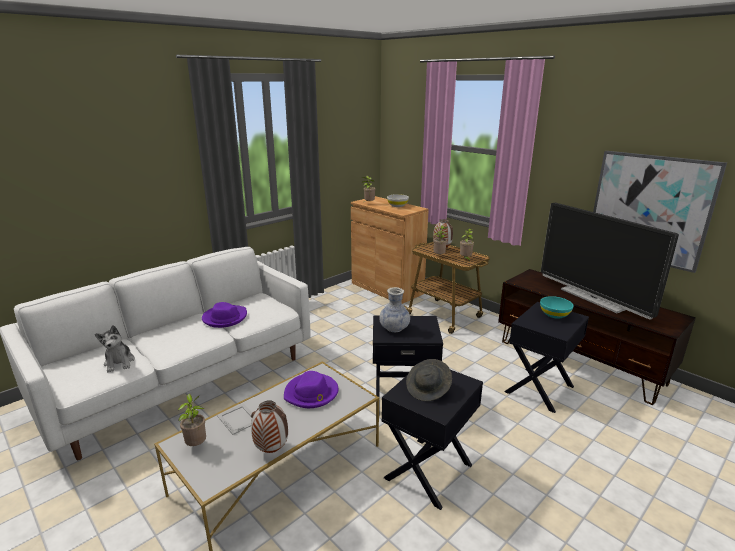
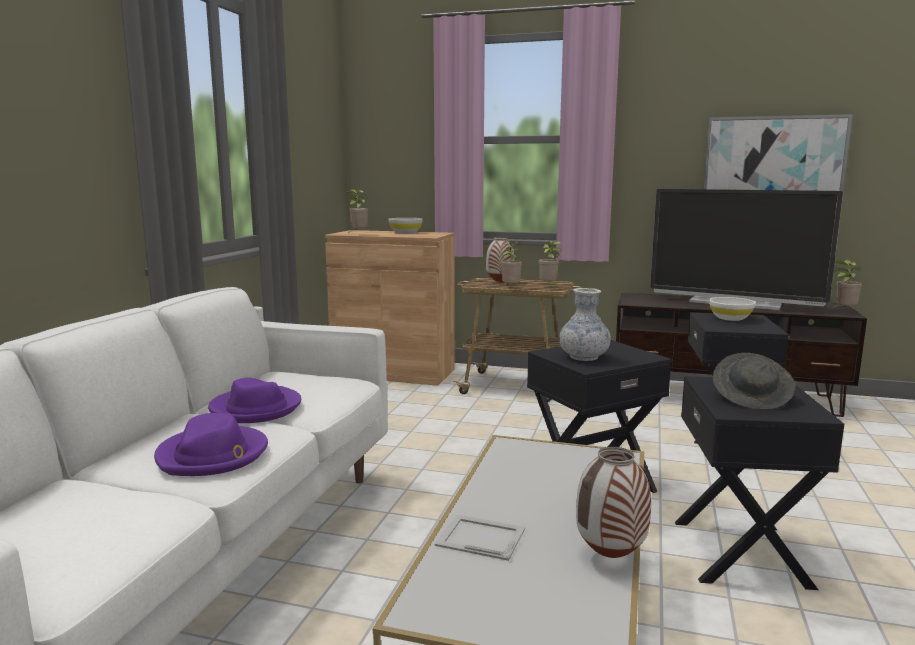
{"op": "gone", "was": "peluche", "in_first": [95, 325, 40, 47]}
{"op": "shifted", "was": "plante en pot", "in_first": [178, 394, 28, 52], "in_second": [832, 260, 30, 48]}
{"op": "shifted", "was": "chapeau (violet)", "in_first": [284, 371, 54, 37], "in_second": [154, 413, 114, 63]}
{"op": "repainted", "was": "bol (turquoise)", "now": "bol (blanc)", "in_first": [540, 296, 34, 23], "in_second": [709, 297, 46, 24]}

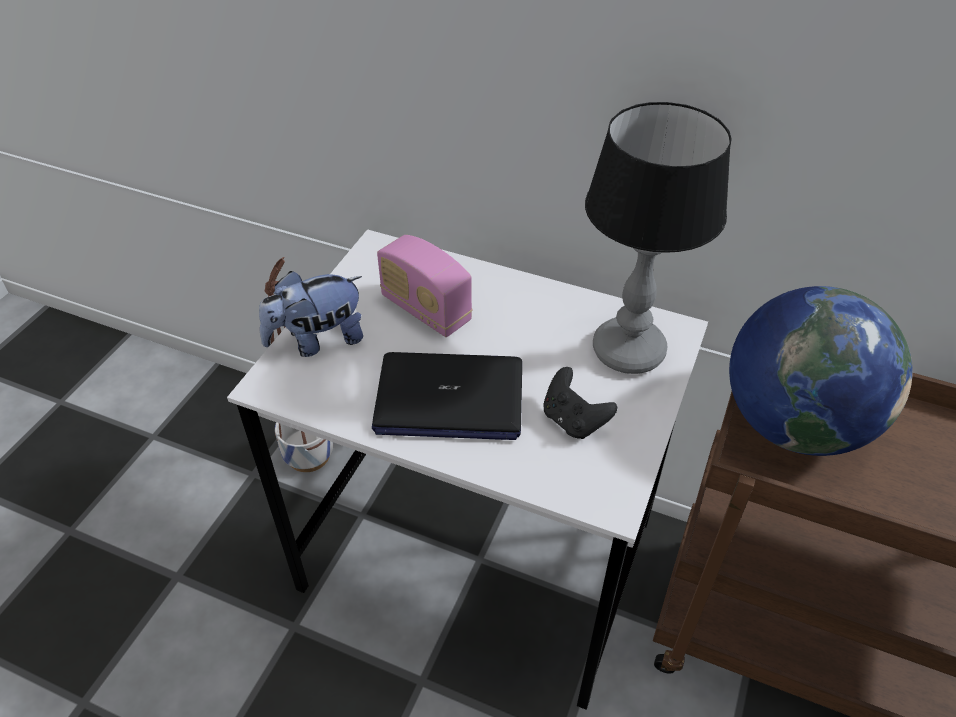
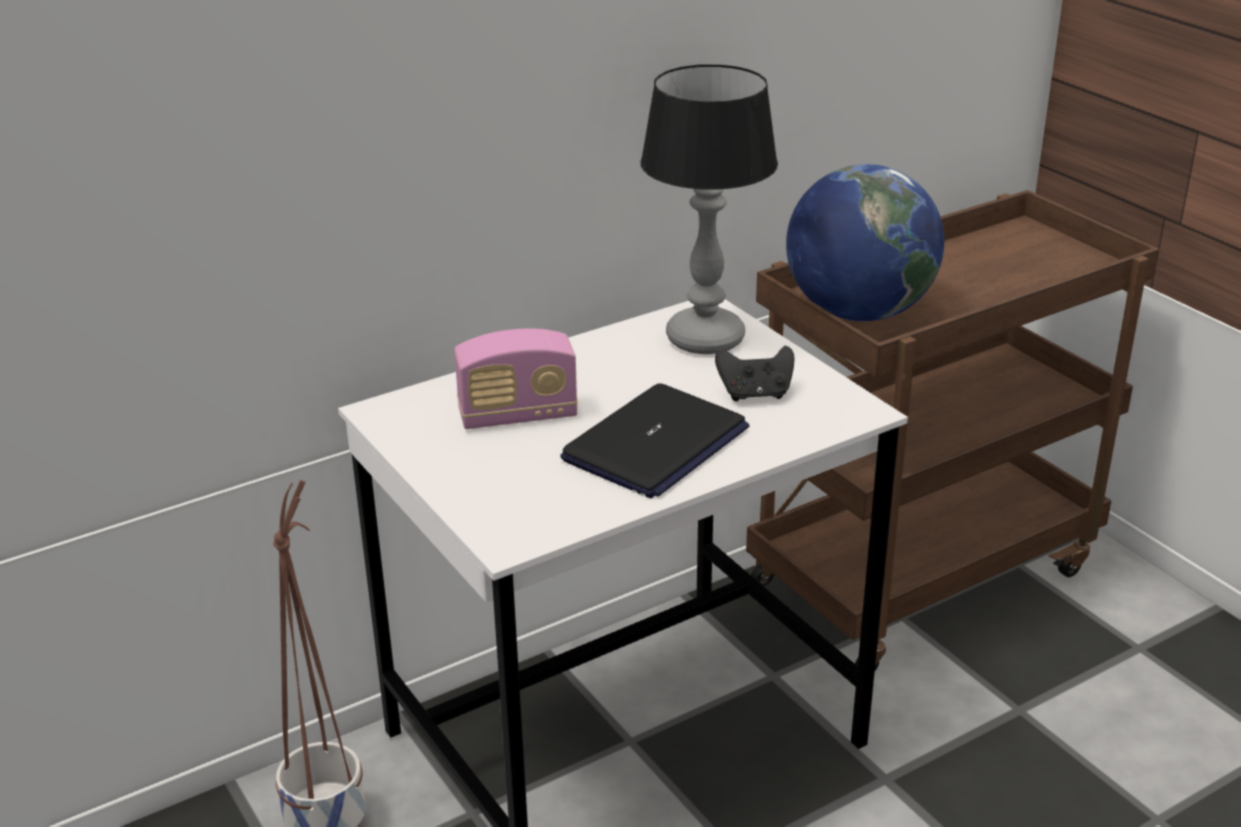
{"op": "gone", "was": "peluche", "in_first": [259, 271, 104, 86]}

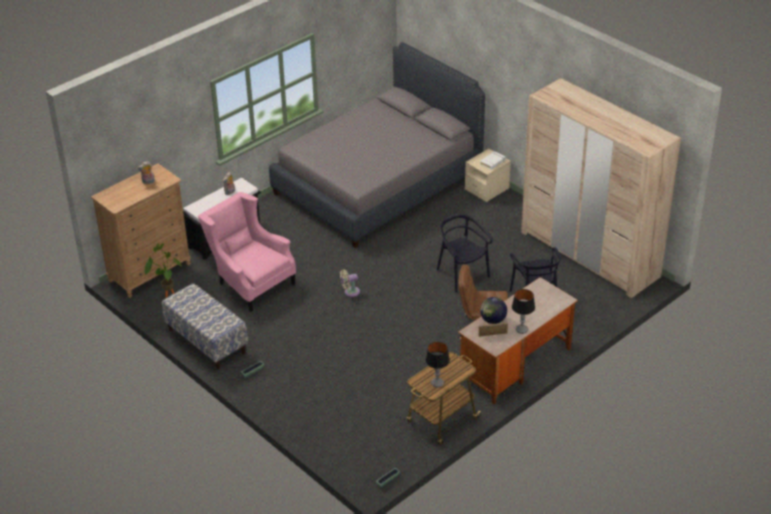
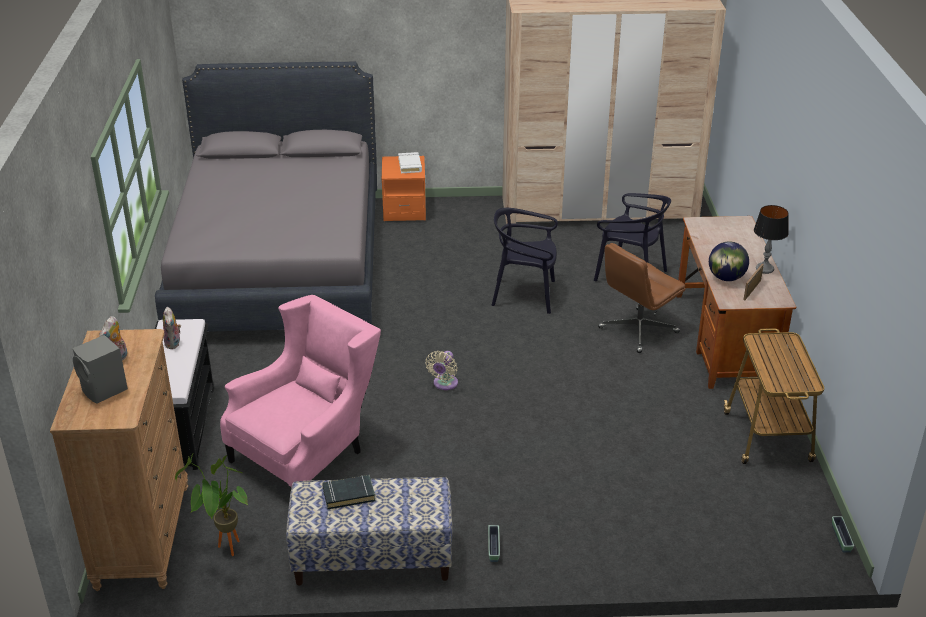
{"op": "gone", "was": "lampe de table", "in_first": [425, 342, 25, 45]}
{"op": "new", "now": "enceinte (gris)", "in_second": [73, 335, 55, 69]}
{"op": "new", "now": "livre (noir)", "in_second": [322, 475, 54, 34]}
{"op": "repainted", "was": "table de chevet (beige)", "now": "table de chevet (orange)", "in_first": [465, 149, 46, 53], "in_second": [382, 156, 44, 65]}
{"op": "rotated", "was": "fauteuil (rose)", "in_first": [198, 192, 98, 120], "in_second": [220, 295, 161, 192], "clockwise": 135}

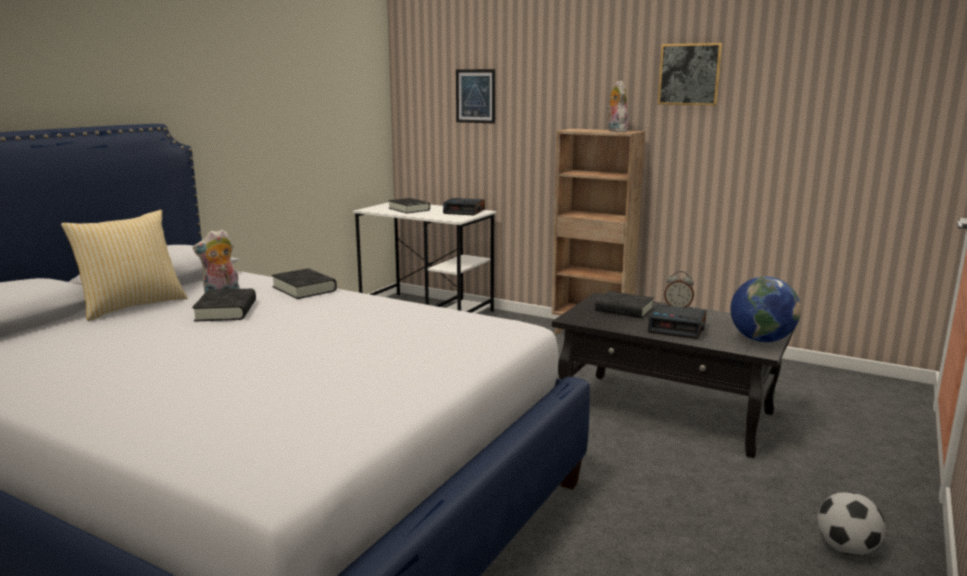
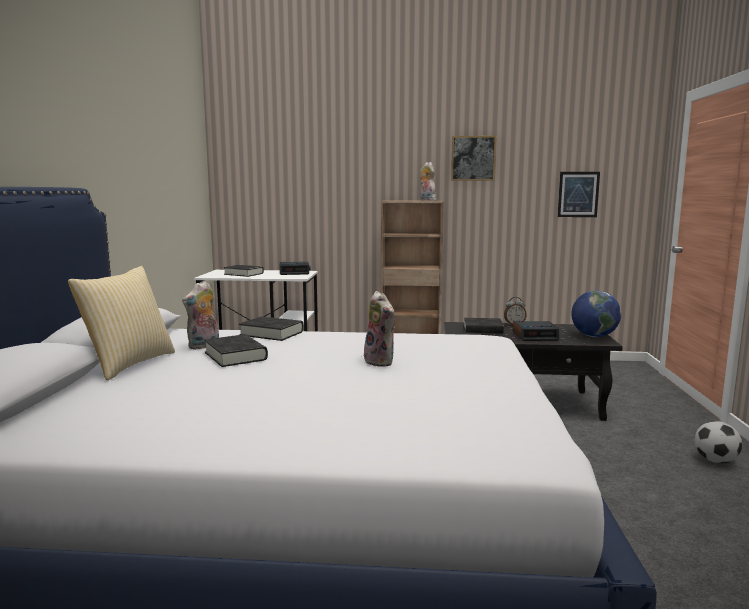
{"op": "new", "now": "peluche", "in_second": [364, 291, 31, 76]}
{"op": "shifted", "was": "tableau", "in_first": [456, 69, 39, 55], "in_second": [558, 172, 42, 45]}

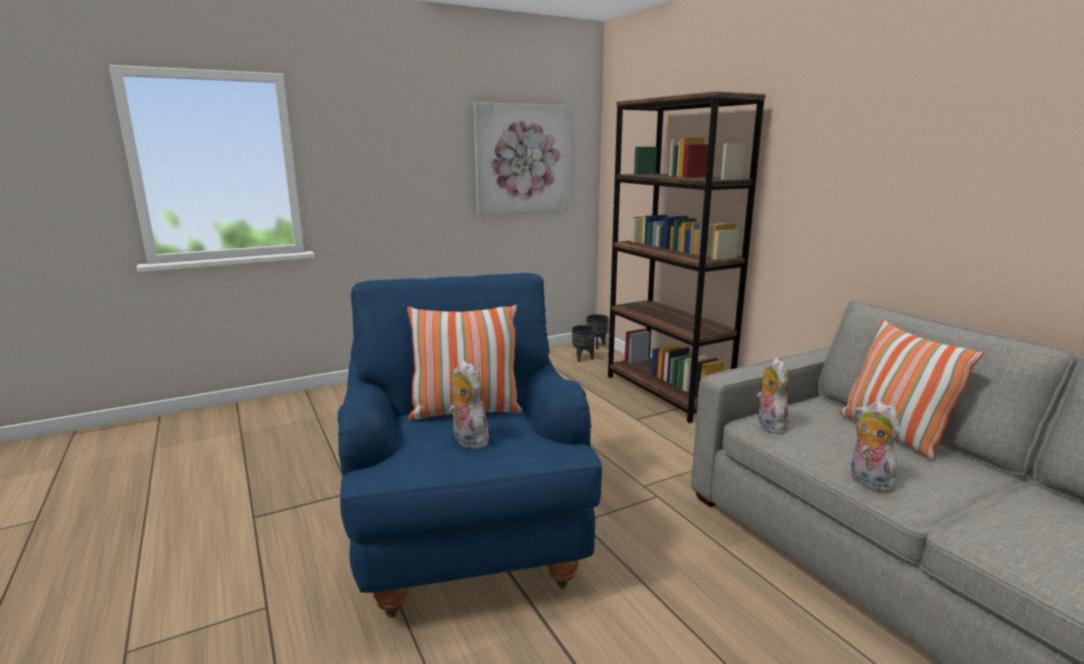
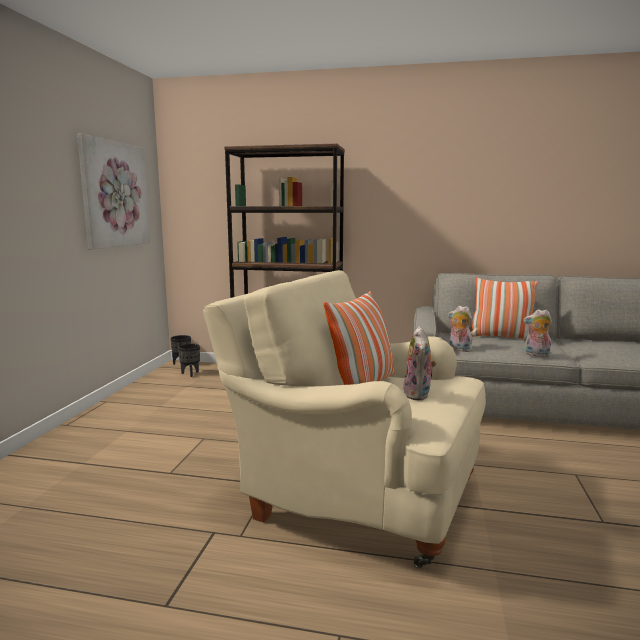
{"op": "repainted", "was": "fauteuil (bleu)", "now": "fauteuil (beige)", "in_first": [337, 273, 265, 345], "in_second": [203, 270, 283, 298]}
{"op": "rotated", "was": "peluche", "in_first": [449, 360, 40, 89], "in_second": [404, 326, 32, 75], "clockwise": -90}

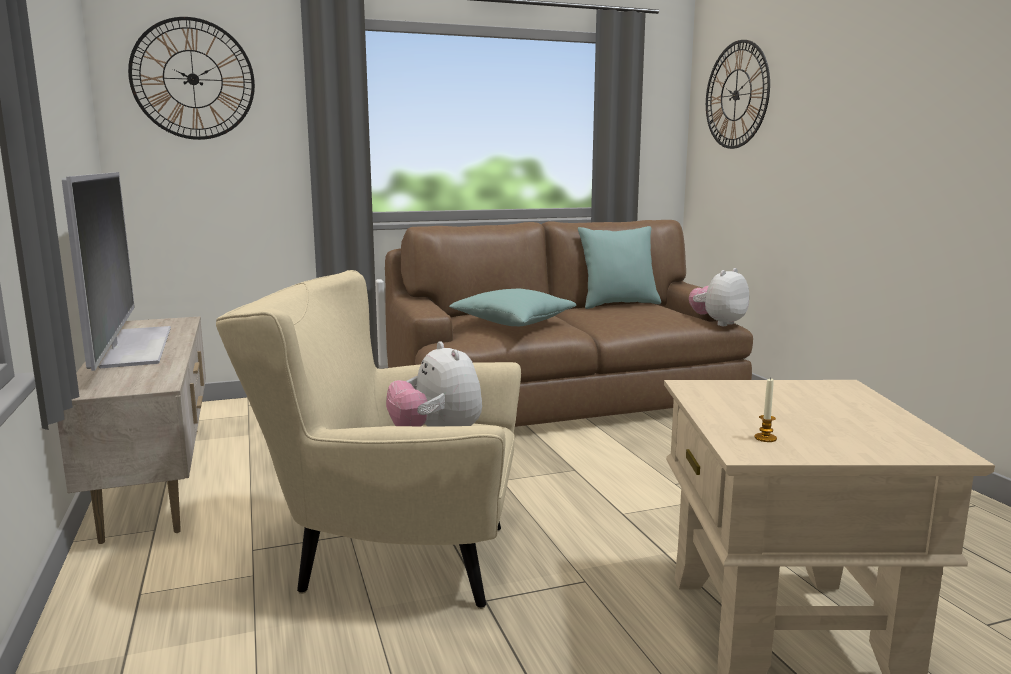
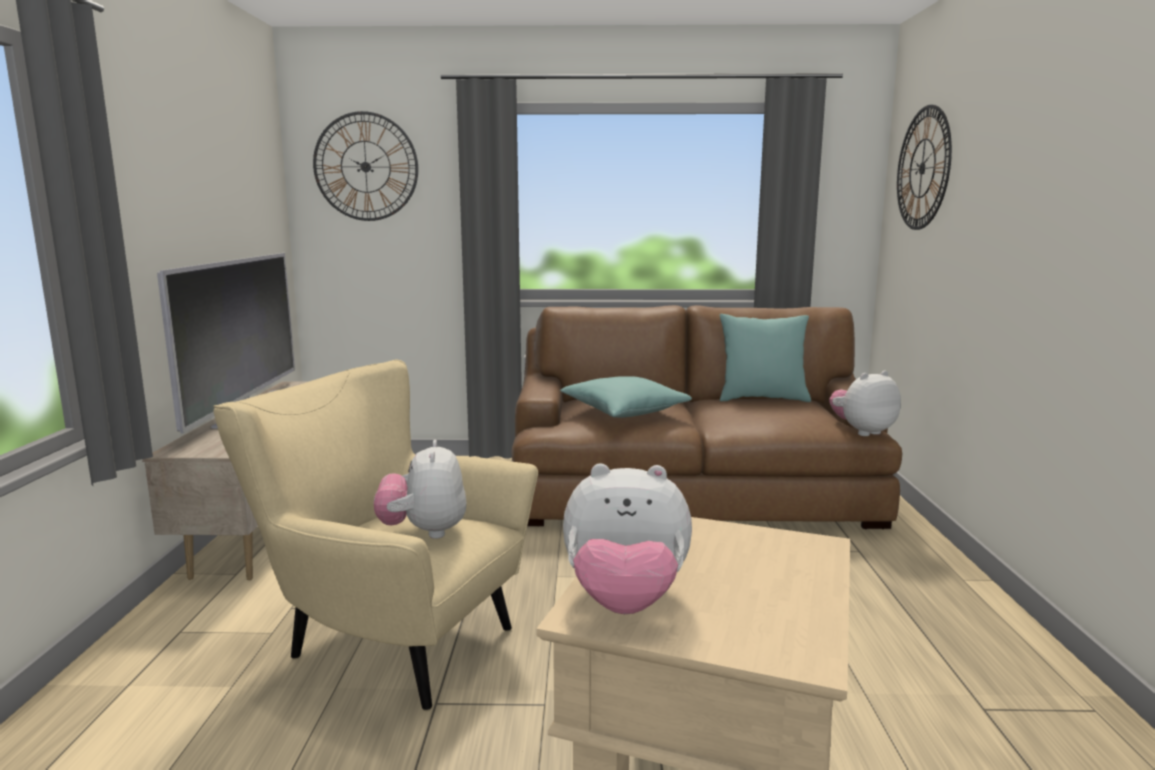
{"op": "swapped", "was": "bougie", "now": "peluche", "in_first": [754, 377, 23, 65], "in_second": [563, 463, 129, 151]}

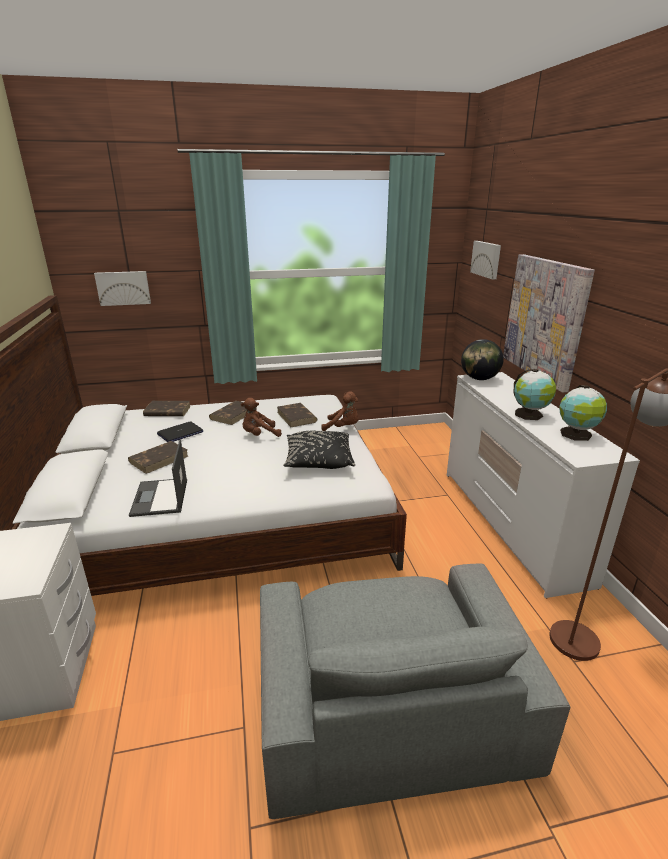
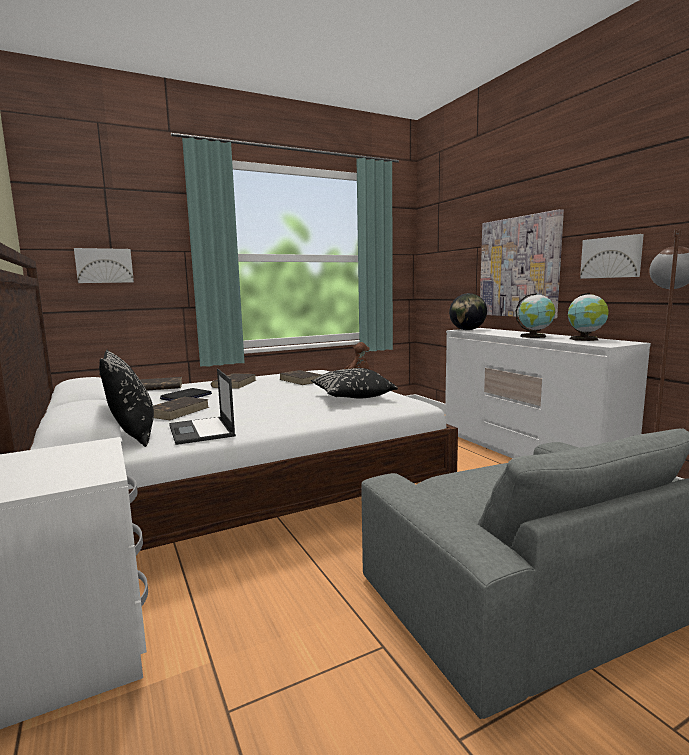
{"op": "gone", "was": "peluche (marron)", "in_first": [241, 398, 41, 39]}
{"op": "new", "now": "coussin (noir)", "in_second": [99, 350, 55, 97]}
{"op": "shifted", "was": "tableau", "in_first": [470, 241, 31, 38], "in_second": [580, 234, 64, 45]}

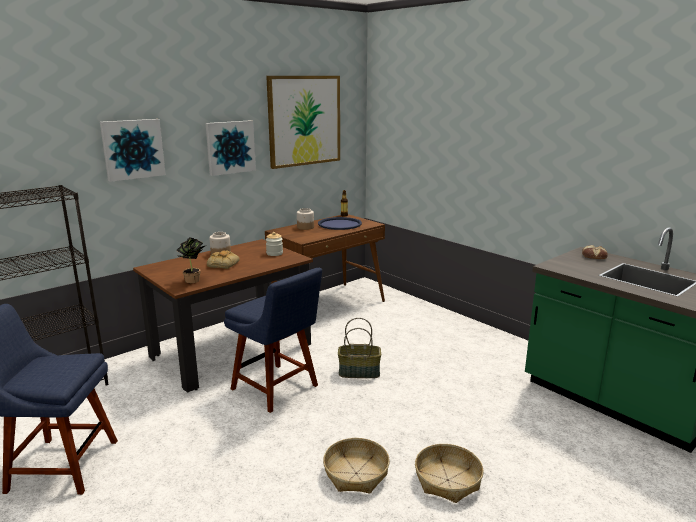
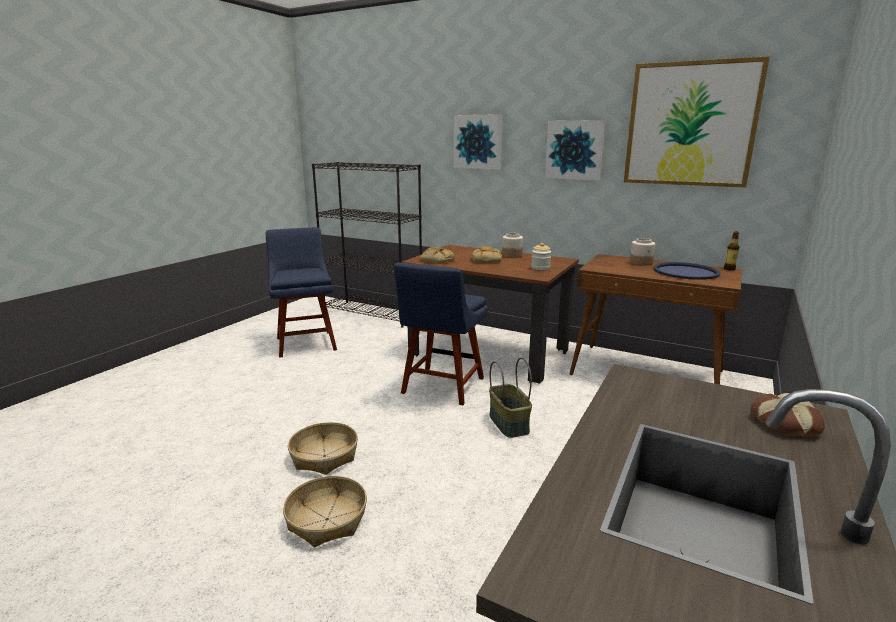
{"op": "swapped", "was": "plante en pot", "now": "pain", "in_first": [175, 237, 30, 46], "in_second": [420, 247, 35, 17]}

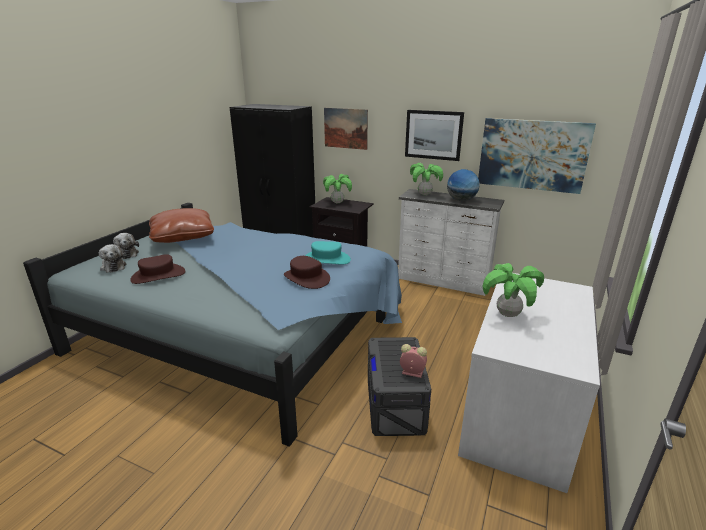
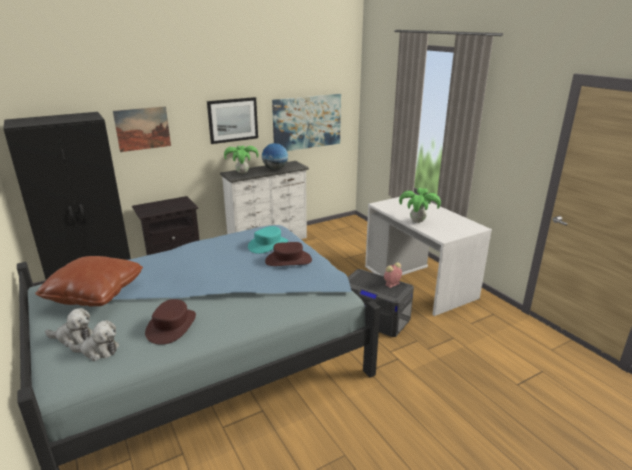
{"op": "gone", "was": "plante en pot", "in_first": [323, 174, 29, 29]}

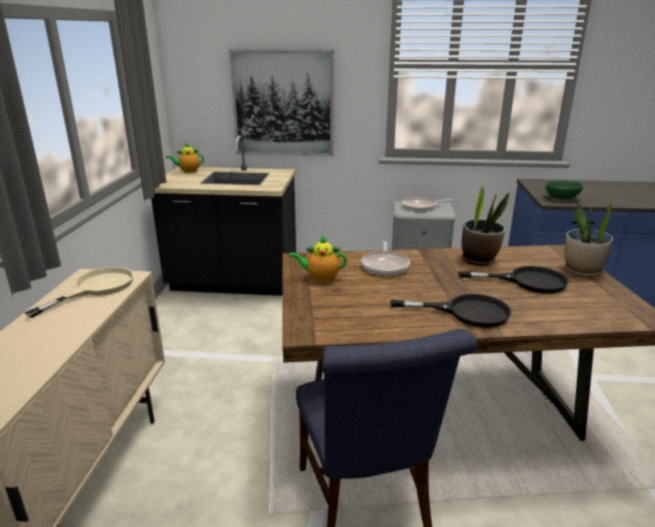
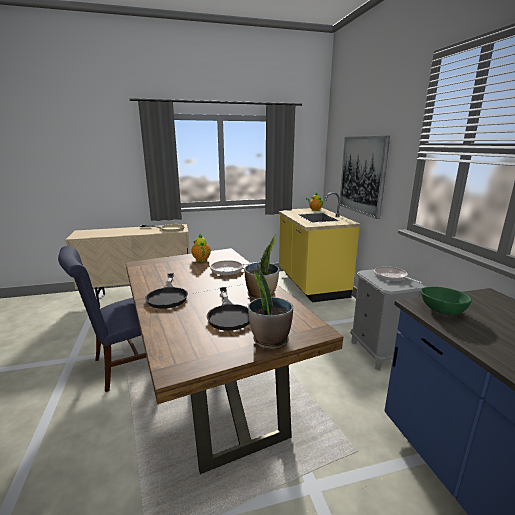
{"op": "repainted", "was": "comptoir de cuisine (noir)", "now": "comptoir de cuisine (jaune)", "in_first": [151, 135, 145, 161], "in_second": [278, 192, 82, 110]}

